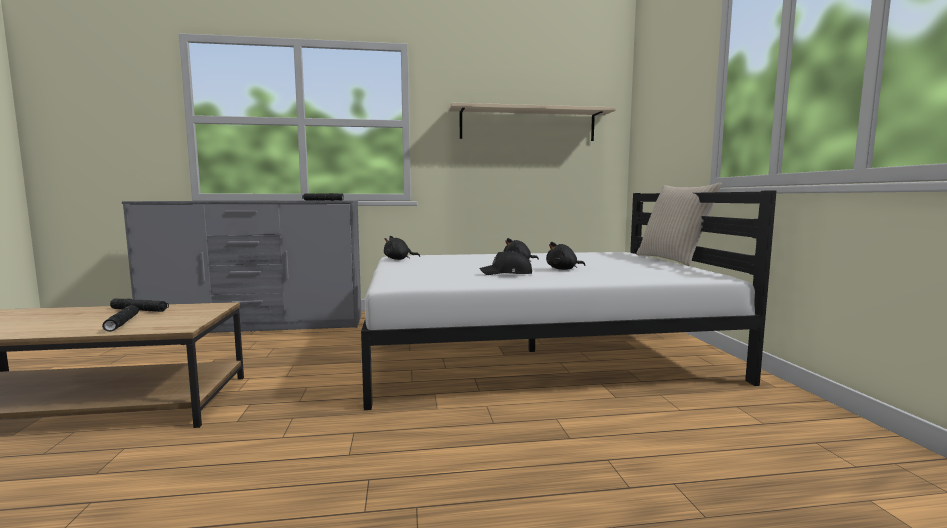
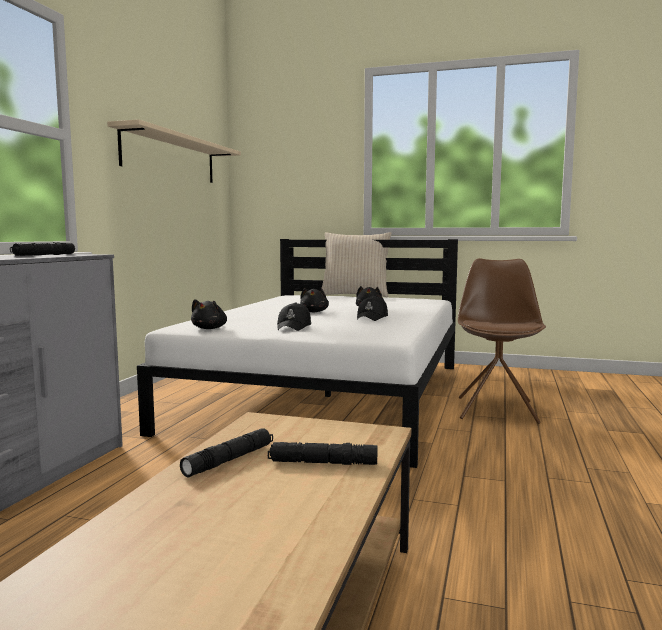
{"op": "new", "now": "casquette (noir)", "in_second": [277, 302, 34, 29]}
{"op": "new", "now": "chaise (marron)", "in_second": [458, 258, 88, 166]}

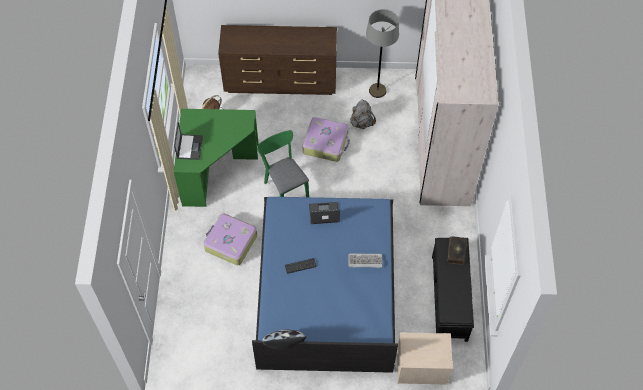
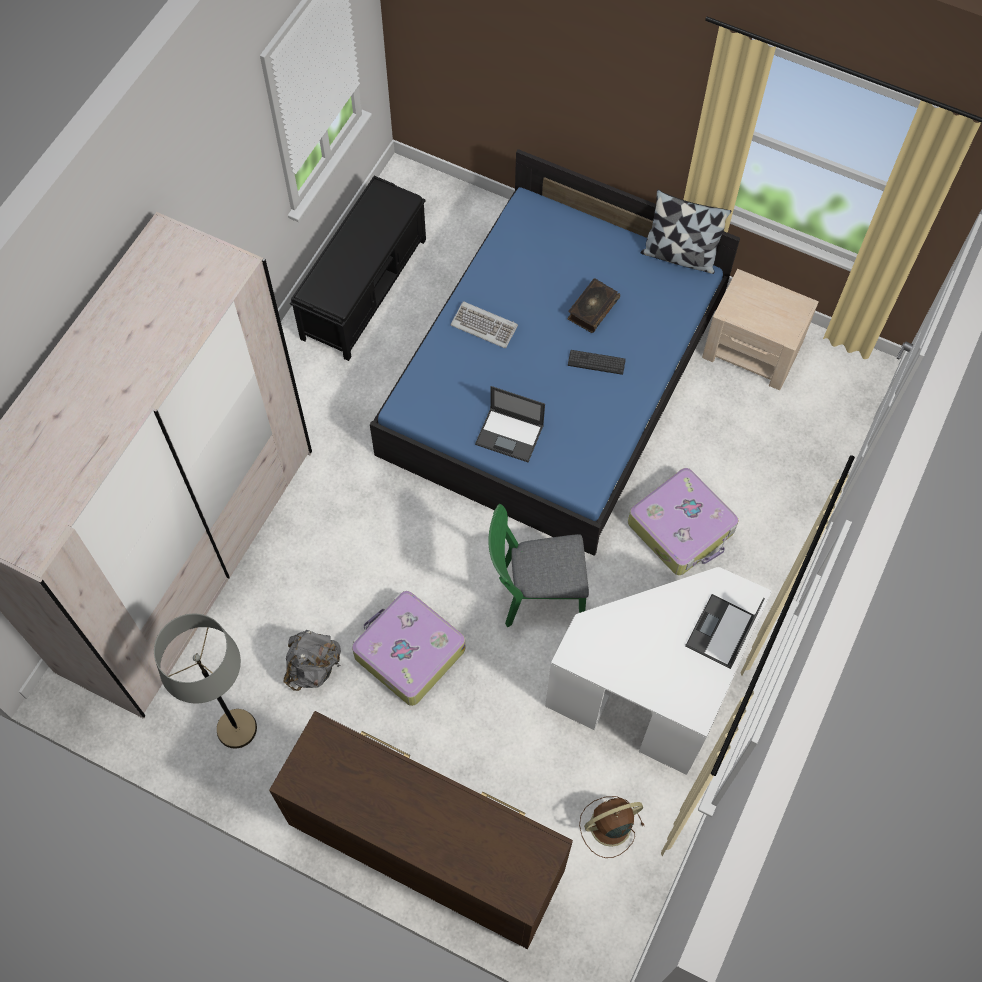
{"op": "shifted", "was": "table de chevet (beige)", "in_first": [397, 332, 56, 52], "in_second": [702, 269, 117, 121]}
{"op": "shifted", "was": "livre", "in_first": [447, 236, 20, 29], "in_second": [567, 278, 53, 55]}
{"op": "repainted", "was": "bureau (vert)", "now": "bureau (blanc)", "in_first": [174, 109, 85, 98], "in_second": [545, 567, 227, 208]}
{"op": "rotated", "was": "chaise (vert)", "in_first": [257, 130, 52, 67], "in_second": [488, 504, 101, 123], "clockwise": 90}

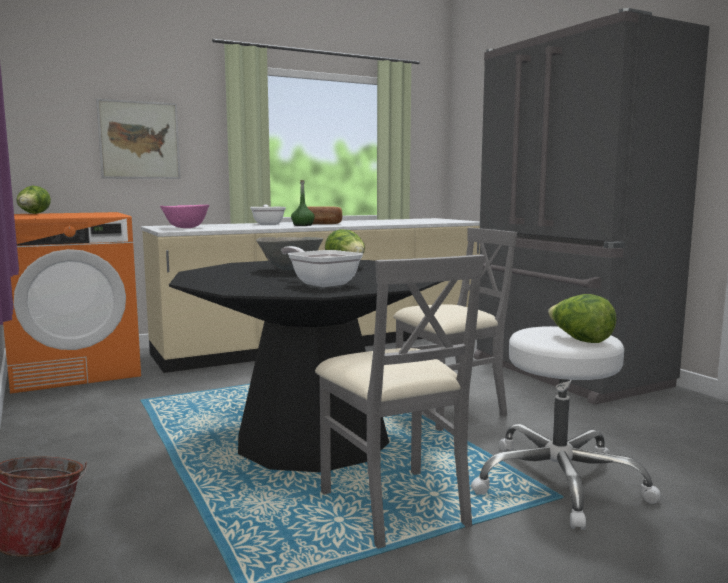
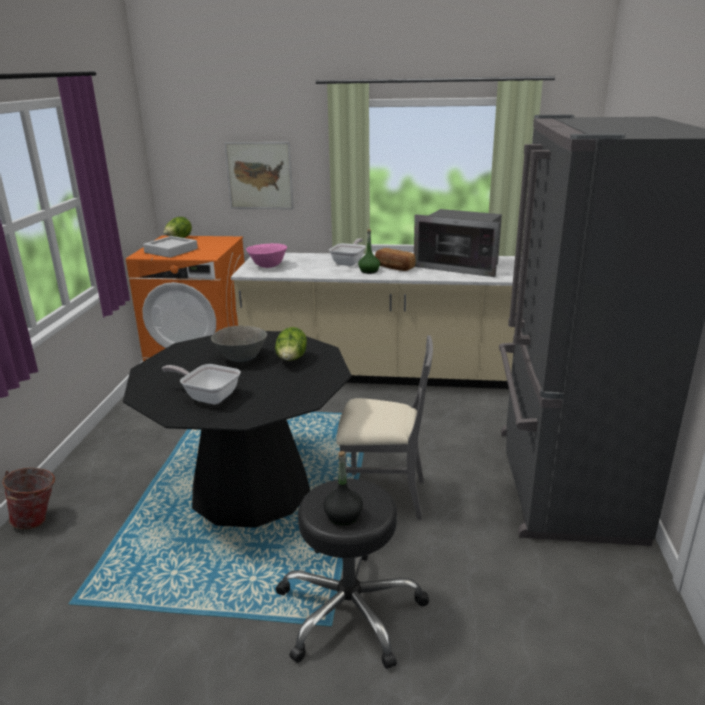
{"op": "gone", "was": "chaise (gris)", "in_first": [315, 254, 170, 295]}
{"op": "new", "now": "plateau (gris)", "in_second": [143, 236, 55, 22]}
{"op": "new", "now": "micro-ondes", "in_second": [414, 209, 88, 68]}
{"op": "swapped", "was": "laitue", "now": "bouteille (noir)", "in_first": [548, 294, 68, 49], "in_second": [323, 451, 40, 75]}
{"op": "repainted", "was": "tabouret (blanc)", "now": "tabouret (noir)", "in_first": [471, 326, 190, 204], "in_second": [276, 479, 153, 190]}
{"op": "rotated", "was": "poêle", "in_first": [281, 246, 82, 41], "in_second": [162, 364, 78, 40], "clockwise": -60}

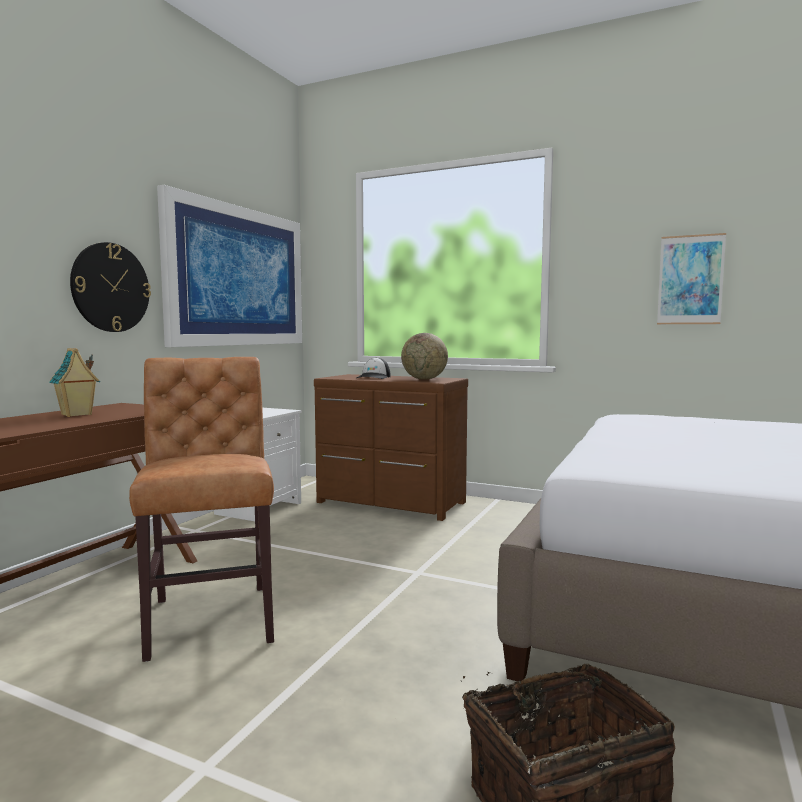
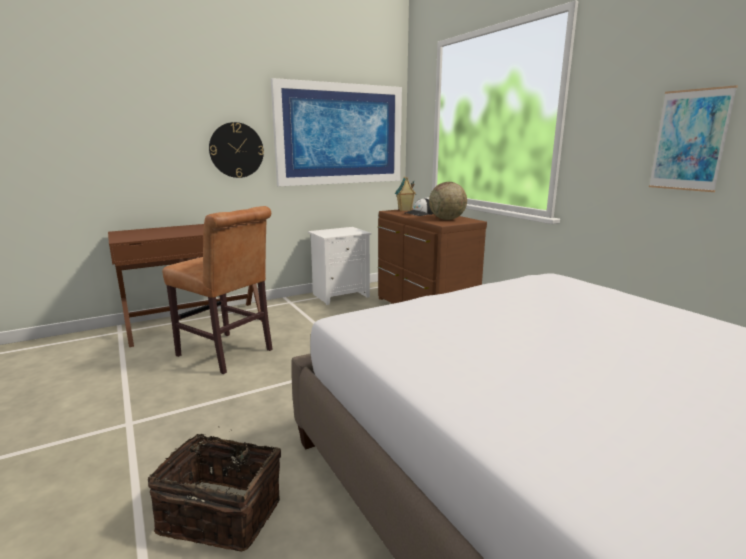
{"op": "shifted", "was": "maison miniature", "in_first": [49, 348, 51, 69], "in_second": [395, 177, 21, 34]}
{"op": "rotated", "was": "chaise (marron)", "in_first": [129, 357, 145, 305], "in_second": [162, 206, 111, 168], "clockwise": 105}

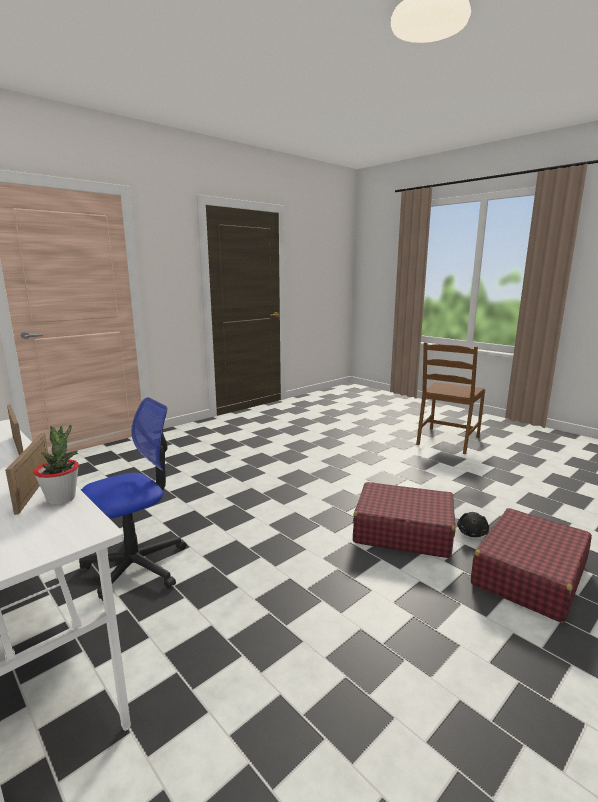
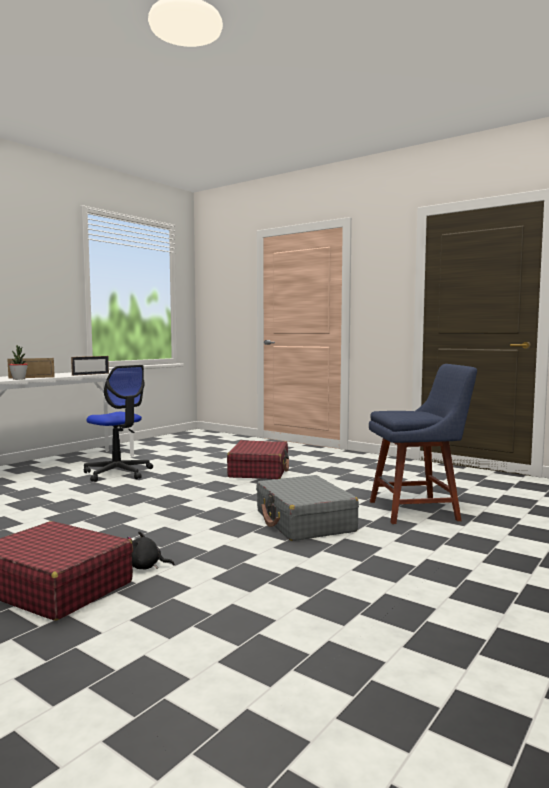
{"op": "gone", "was": "chaise (marron)", "in_first": [416, 342, 69, 112]}
{"op": "new", "now": "valise (gris)", "in_second": [256, 475, 103, 66]}
{"op": "new", "now": "chaise (bleu)", "in_second": [369, 364, 108, 160]}
{"op": "shifted", "was": "valise (rouge)", "in_first": [353, 482, 102, 76], "in_second": [227, 440, 62, 39]}

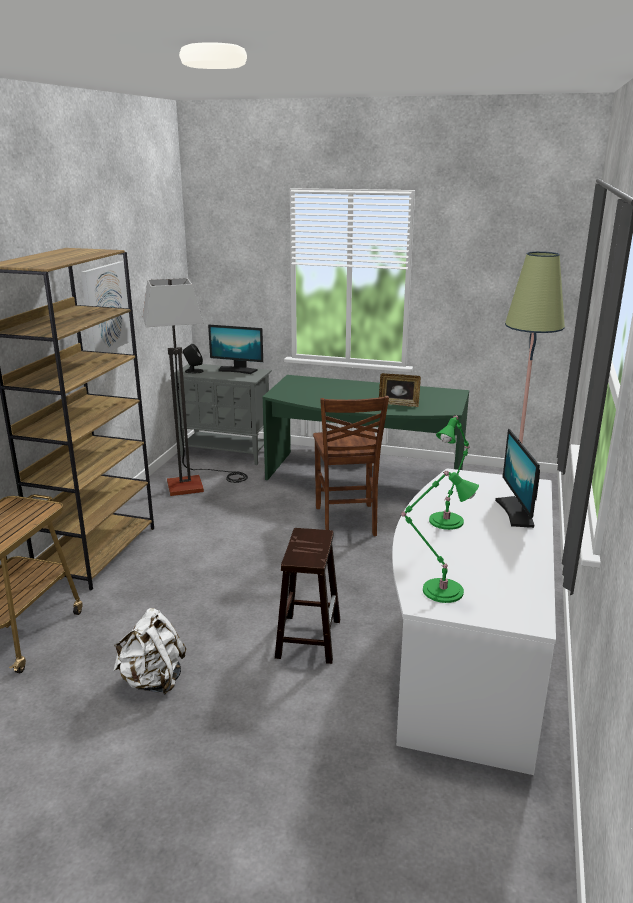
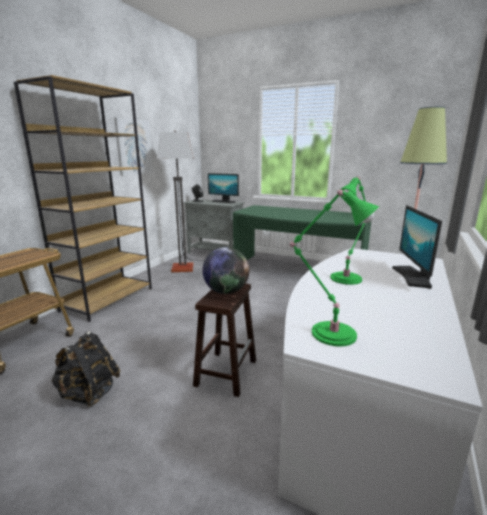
{"op": "gone", "was": "chaise (marron)", "in_first": [313, 396, 76, 140]}
{"op": "gone", "was": "cadre photo", "in_first": [379, 373, 42, 34]}
{"op": "new", "now": "globe", "in_second": [202, 247, 48, 47]}
{"op": "repainted", "was": "sac à dos (blanc)", "now": "sac à dos (noir)", "in_first": [113, 608, 73, 86], "in_second": [51, 332, 69, 75]}

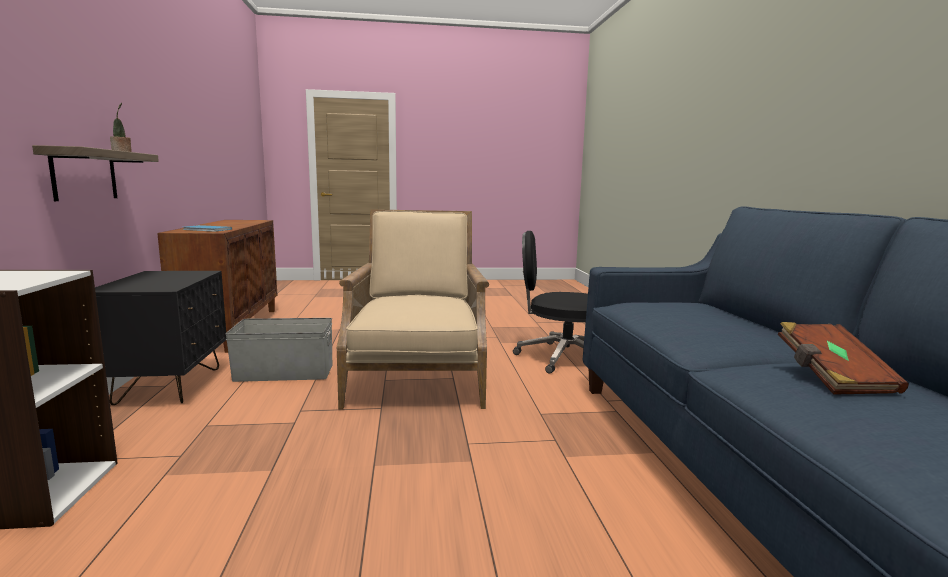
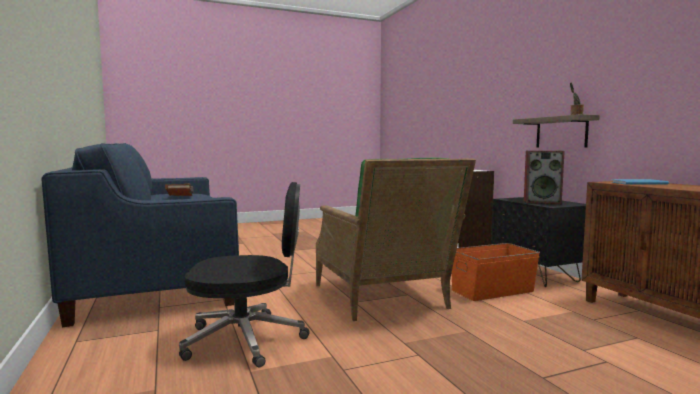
{"op": "new", "now": "enceinte", "in_second": [524, 150, 41, 54]}
{"op": "repainted", "was": "boîte de rangement (gris)", "now": "boîte de rangement (orange)", "in_first": [225, 318, 107, 64], "in_second": [451, 243, 89, 58]}
{"op": "repainted", "was": "fauteuil (beige)", "now": "fauteuil (vert)", "in_first": [337, 209, 152, 201], "in_second": [316, 158, 160, 163]}

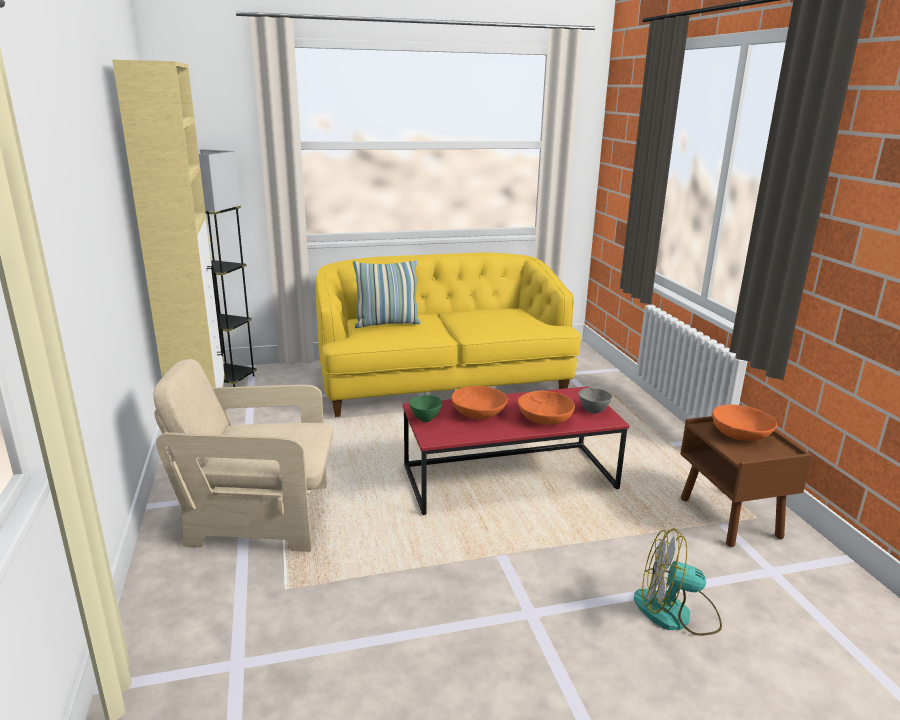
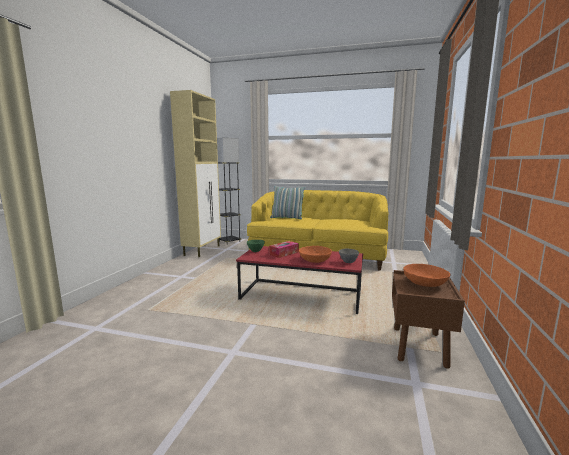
{"op": "gone", "was": "fauteuil (beige)", "in_first": [153, 359, 180, 193]}
{"op": "gone", "was": "ventilateur", "in_first": [634, 528, 88, 108]}
{"op": "swapped", "was": "bol (orange)", "now": "boîte à mouchoirs", "in_first": [451, 386, 57, 33], "in_second": [269, 241, 30, 17]}

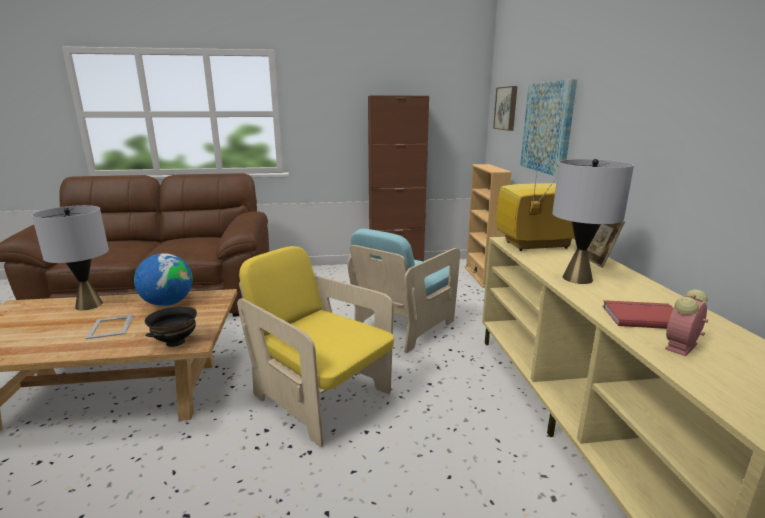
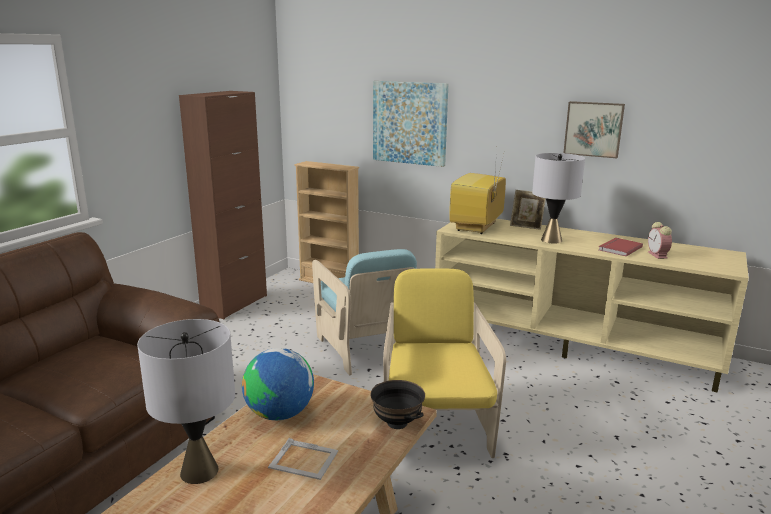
{"op": "shifted", "was": "tableau", "in_first": [493, 86, 24, 45], "in_second": [563, 101, 62, 57]}
{"op": "rotated", "was": "fauteuil (jaune)", "in_first": [237, 246, 157, 201], "in_second": [383, 269, 123, 189], "clockwise": 105}

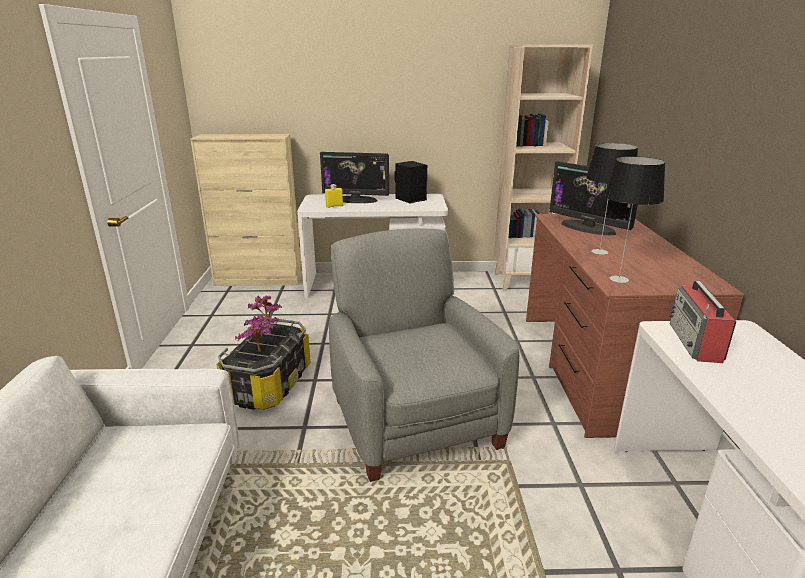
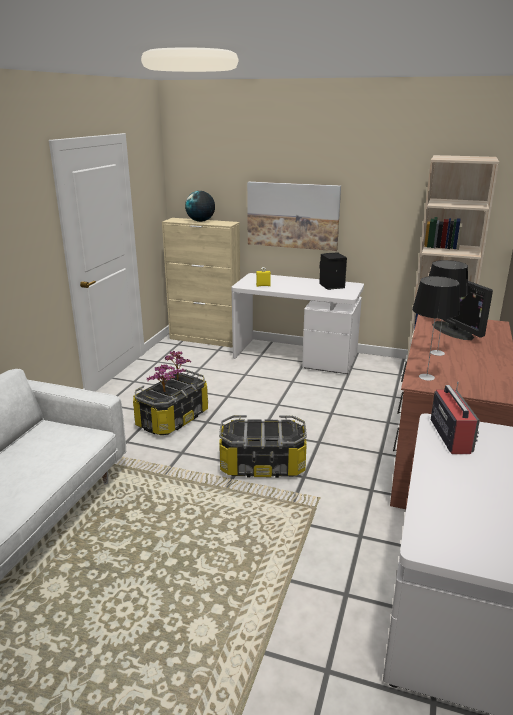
{"op": "gone", "was": "écran d'ordinateur", "in_first": [320, 152, 69, 51]}
{"op": "new", "now": "globe", "in_second": [185, 191, 30, 31]}
{"op": "new", "now": "tableau", "in_second": [247, 182, 94, 69]}
{"op": "swapped", "was": "fauteuil (gris)", "now": "boîte de rangement", "in_first": [329, 229, 190, 253], "in_second": [219, 415, 88, 63]}
{"op": "rotated", "was": "radio", "in_first": [669, 281, 67, 82], "in_second": [431, 381, 49, 73], "clockwise": 150}

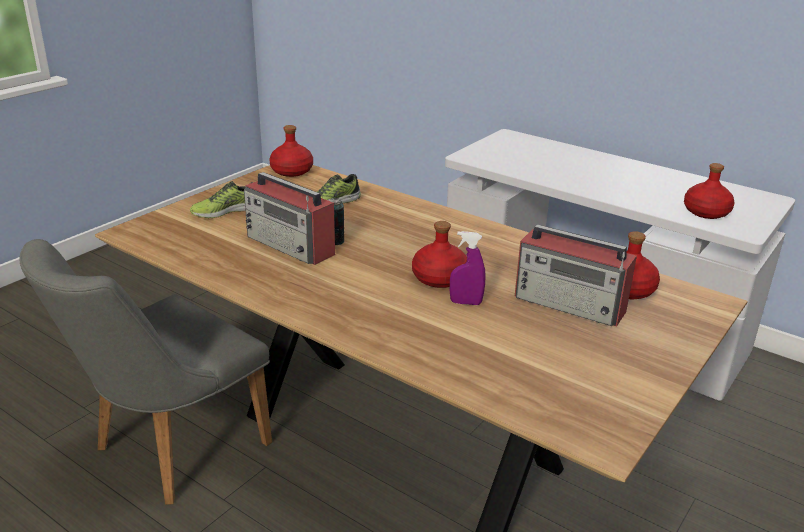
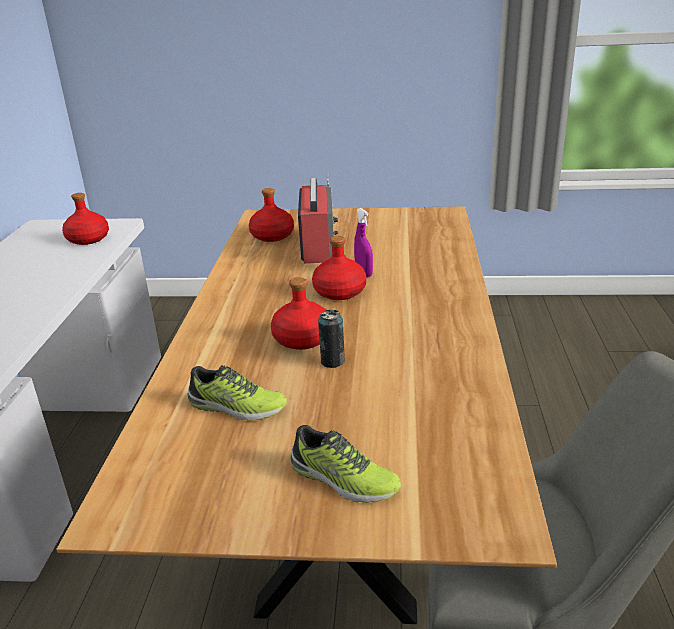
{"op": "gone", "was": "radio", "in_first": [244, 172, 91, 93]}
{"op": "shifted", "was": "bouteille (rouge)", "in_first": [269, 125, 44, 52], "in_second": [271, 277, 55, 73]}

